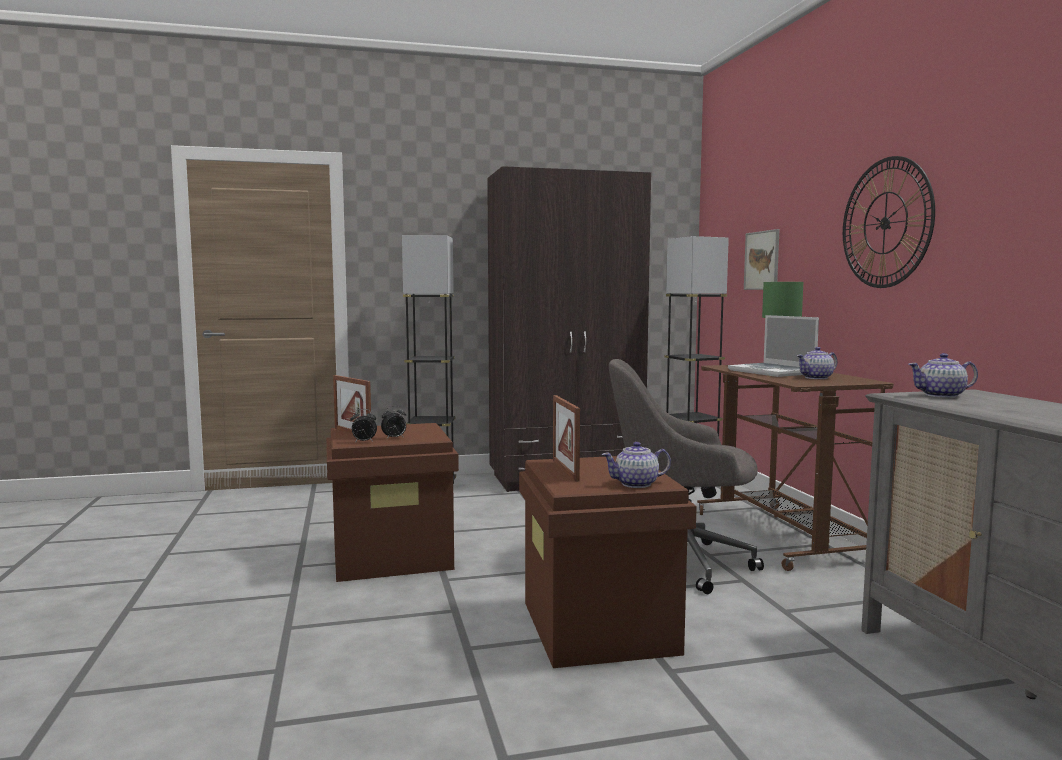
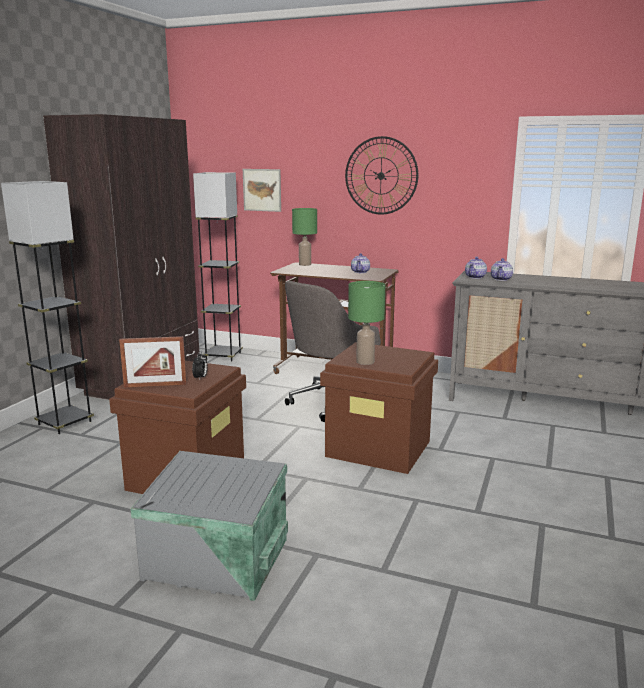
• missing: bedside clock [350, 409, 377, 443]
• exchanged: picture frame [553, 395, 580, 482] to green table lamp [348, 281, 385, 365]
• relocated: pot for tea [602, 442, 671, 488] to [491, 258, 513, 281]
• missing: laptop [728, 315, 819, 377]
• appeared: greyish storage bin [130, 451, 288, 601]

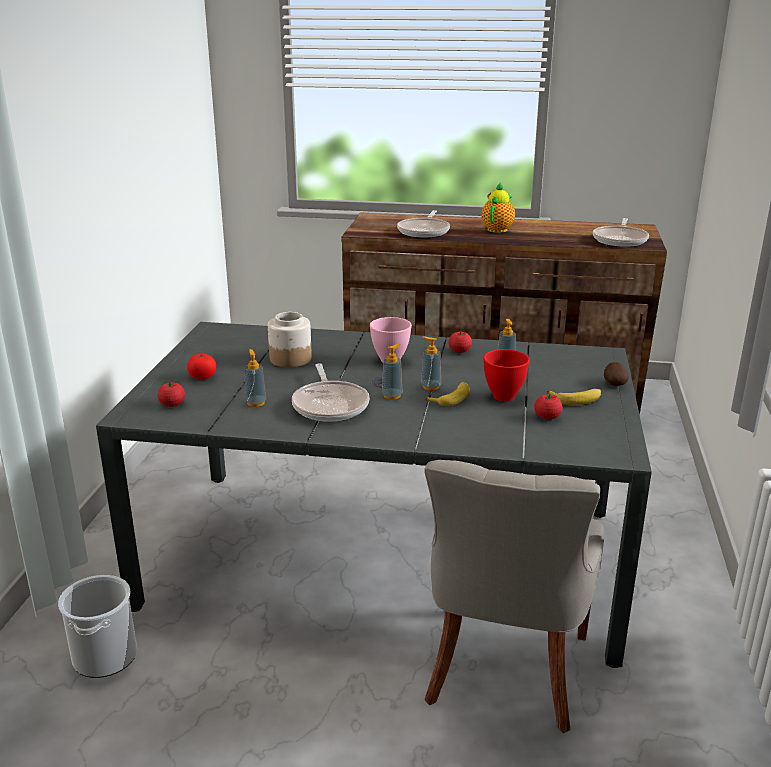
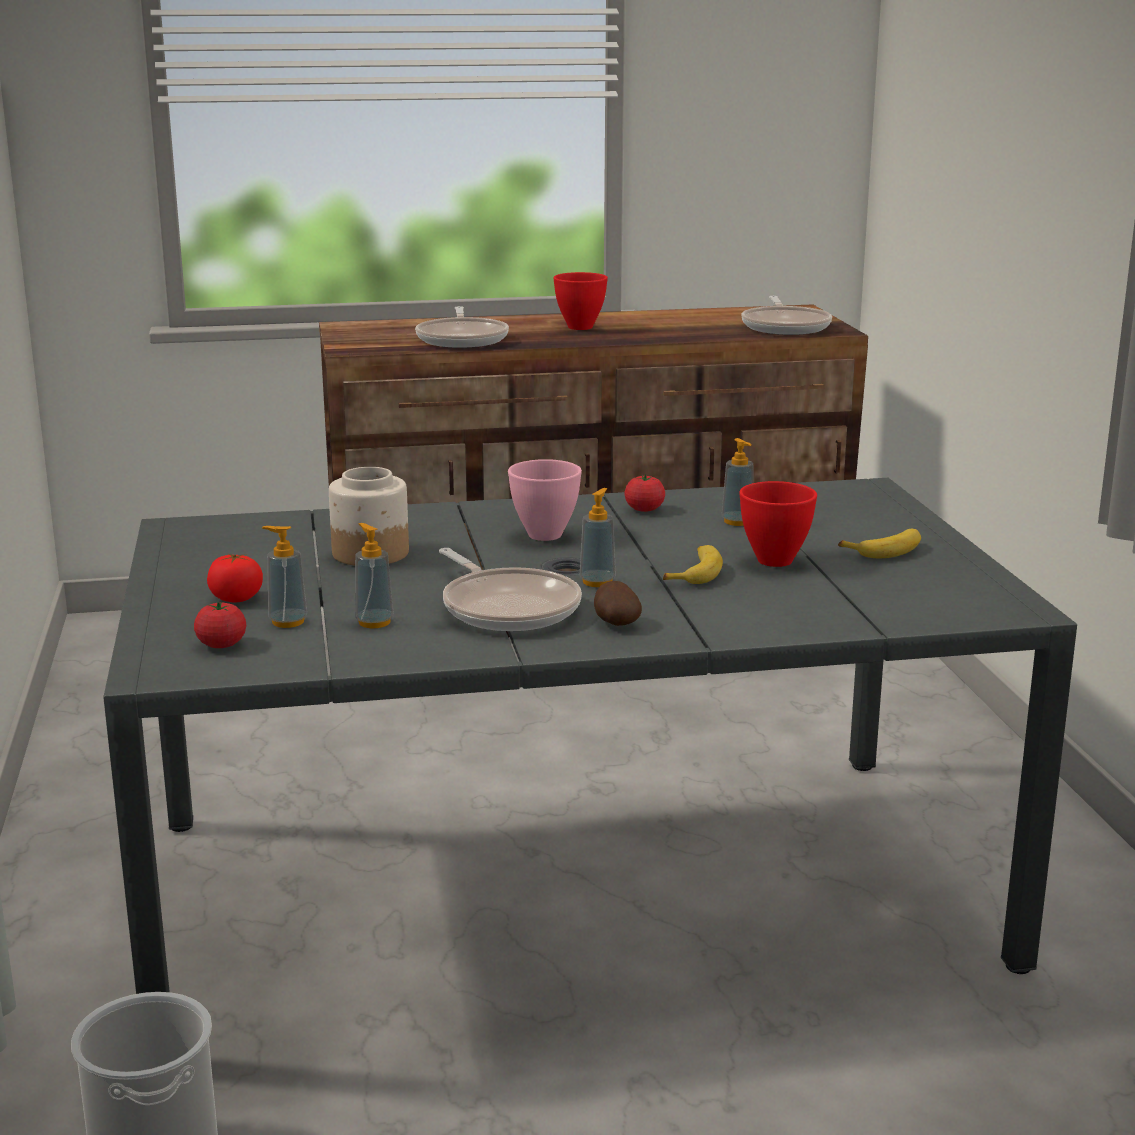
• relocated: liquid soap bottle [421, 336, 441, 390] to [262, 526, 307, 628]
• missing: greyish chair [425, 460, 604, 733]
• exchanged: pot for tea [481, 182, 515, 233] to red bowl [553, 272, 608, 330]
• missing: fresh tomato [534, 394, 563, 420]
• relocated: whole potato [604, 362, 629, 386] to [594, 581, 642, 626]

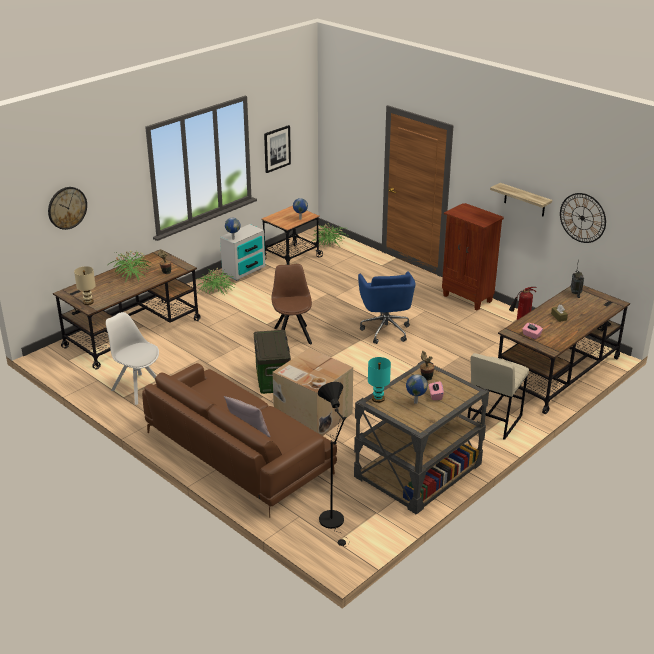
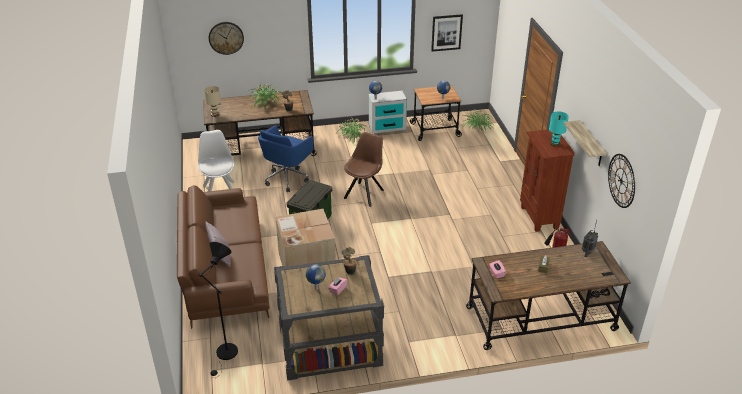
• relocated: bluish desk chair [358, 271, 415, 344] to [258, 125, 313, 192]
• relocated: turquoise table lamp [368, 357, 391, 403] to [549, 111, 569, 147]
• missing: beige chair [468, 353, 529, 440]

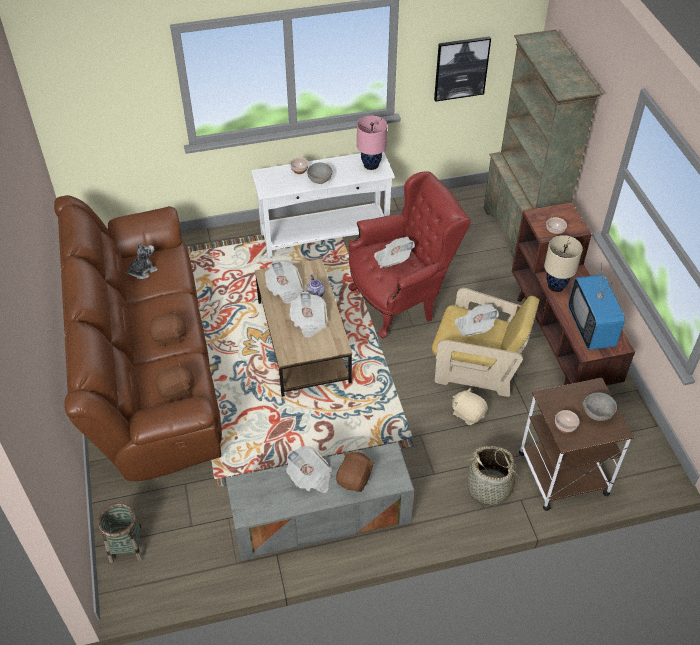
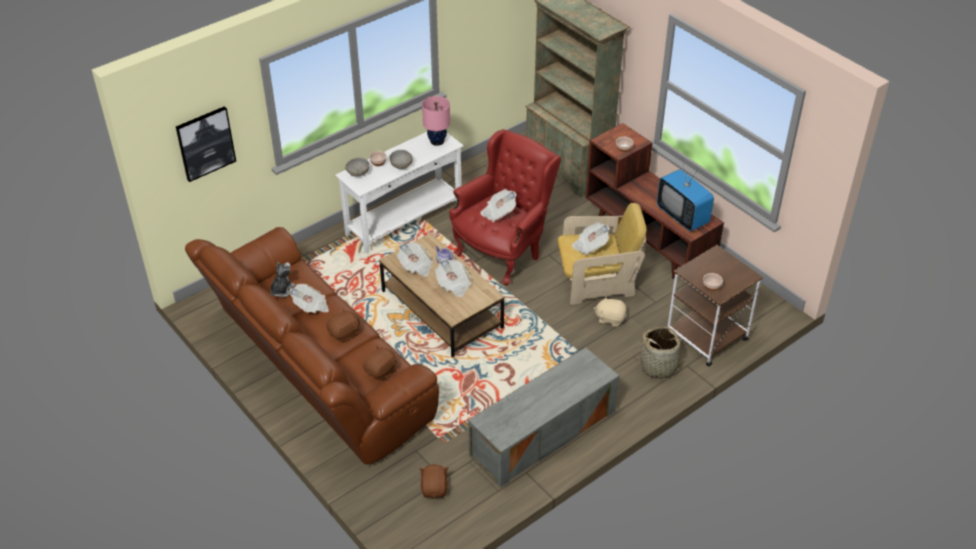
• missing: storage basket [98, 503, 145, 563]
• relocated: printed paper [286, 446, 332, 493] to [289, 284, 329, 313]
• relocated: brown plush toy [336, 452, 375, 492] to [419, 464, 449, 498]
• relocated: picture [434, 36, 491, 102] to [176, 106, 236, 182]
• missing: beige table lamp [544, 235, 583, 292]
• relocated: greyish bowl [582, 393, 617, 421] to [345, 158, 370, 177]

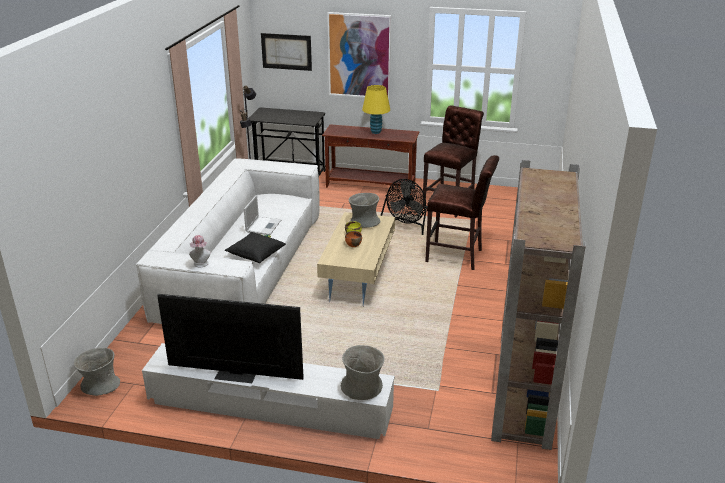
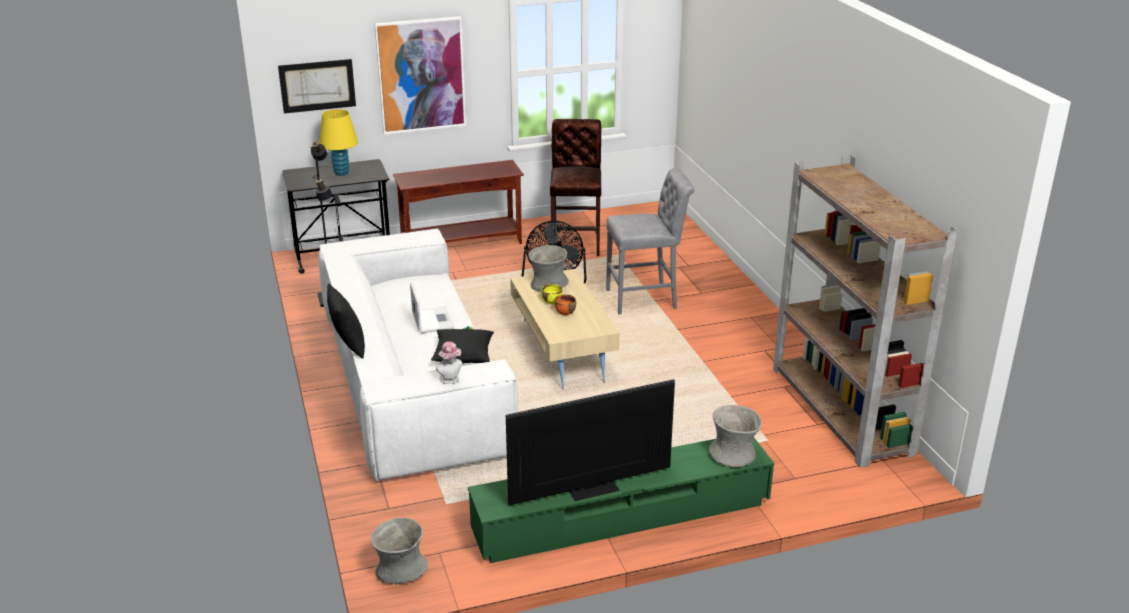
• colour: whitish tv unit [142, 343, 395, 439] to green tv unit [468, 438, 774, 563]
• relocated: yellow table lamp [362, 85, 390, 134] to [319, 109, 358, 176]
• colour: brown stool seat [425, 155, 499, 270] to greyish stool seat [606, 167, 695, 315]
• appeared: blackish throw pillow [327, 284, 365, 359]

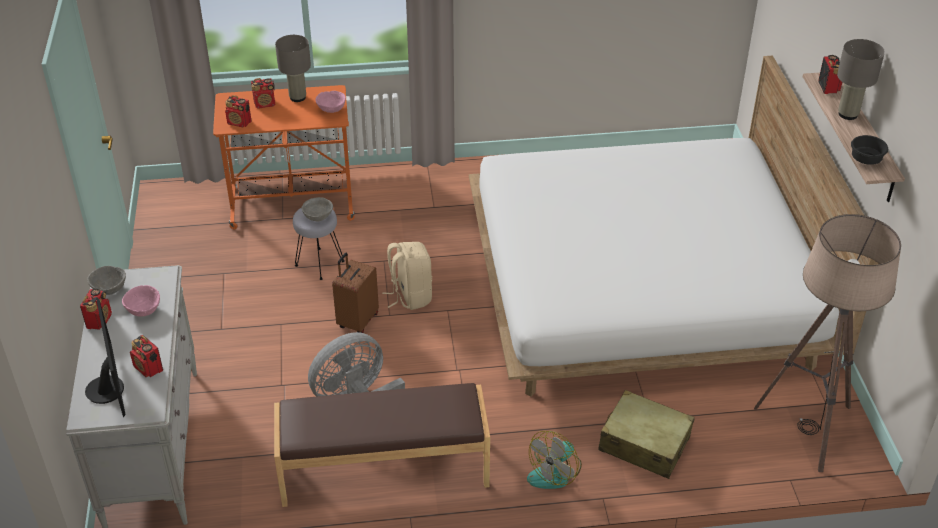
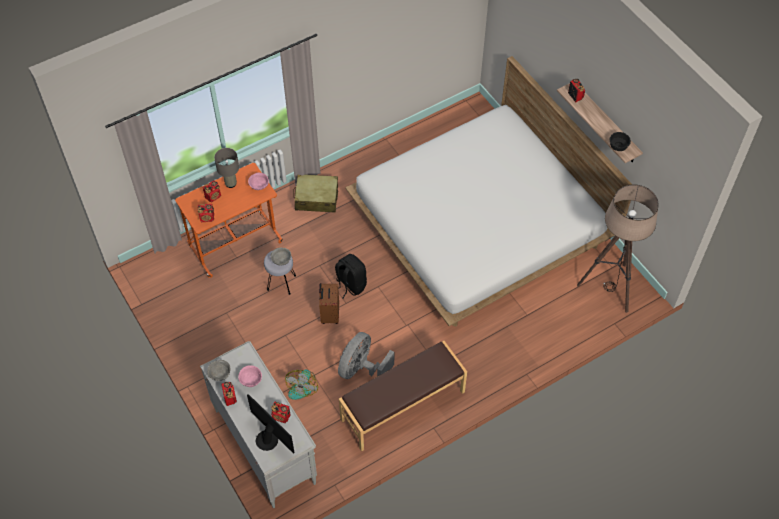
• colour: beige knapsack [382, 242, 432, 310] to blackish knapsack [335, 254, 367, 299]
• relocated: electric fan [527, 431, 582, 489] to [285, 369, 318, 400]
• relocated: beige suitcase [598, 390, 695, 479] to [293, 174, 338, 213]
• missing: greyish table lamp [837, 39, 885, 120]

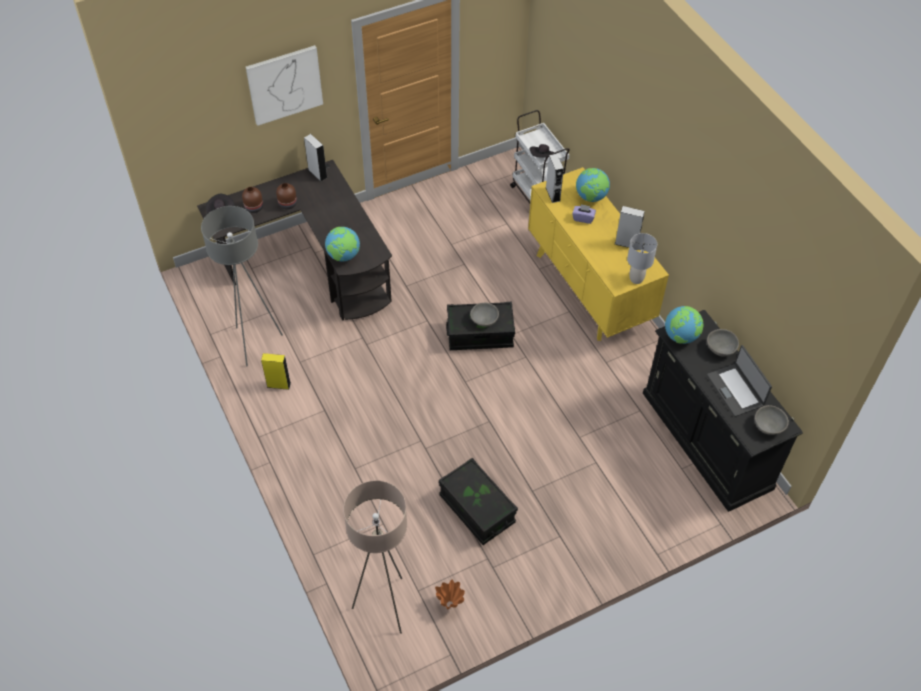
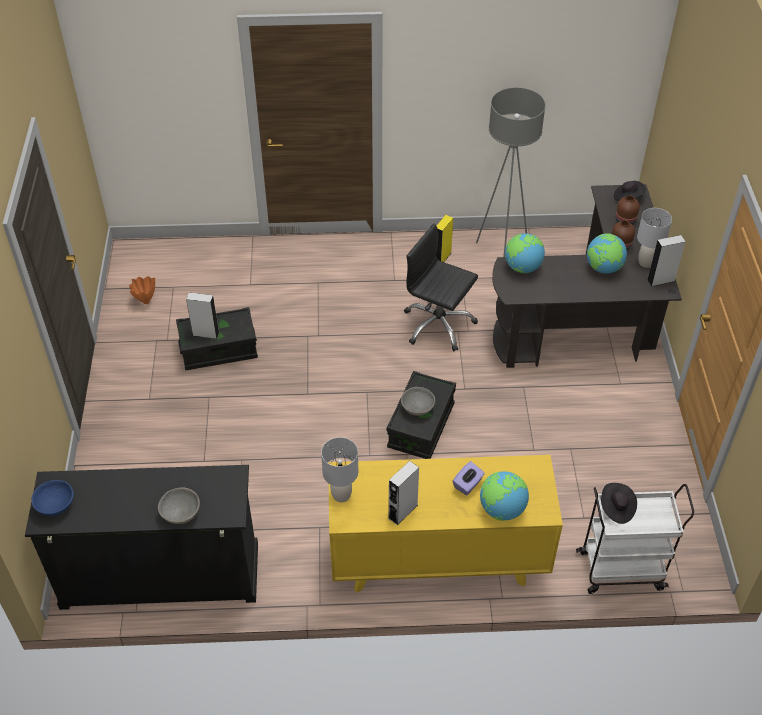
• missing: picture [246, 45, 323, 126]
• missing: beige floor lamp [343, 480, 407, 634]
• relocated: greyish speaker [546, 154, 564, 203] to [186, 292, 219, 339]
• relocated: desk globe [665, 306, 703, 344] to [587, 233, 627, 274]
• missing: laptop [707, 345, 772, 417]
• colour: greyish bowl [755, 405, 789, 435] to bluish bowl [31, 480, 74, 516]
• appeared: blackish desk chair [404, 223, 478, 351]
• appeared: greyish table lamp [637, 208, 672, 268]

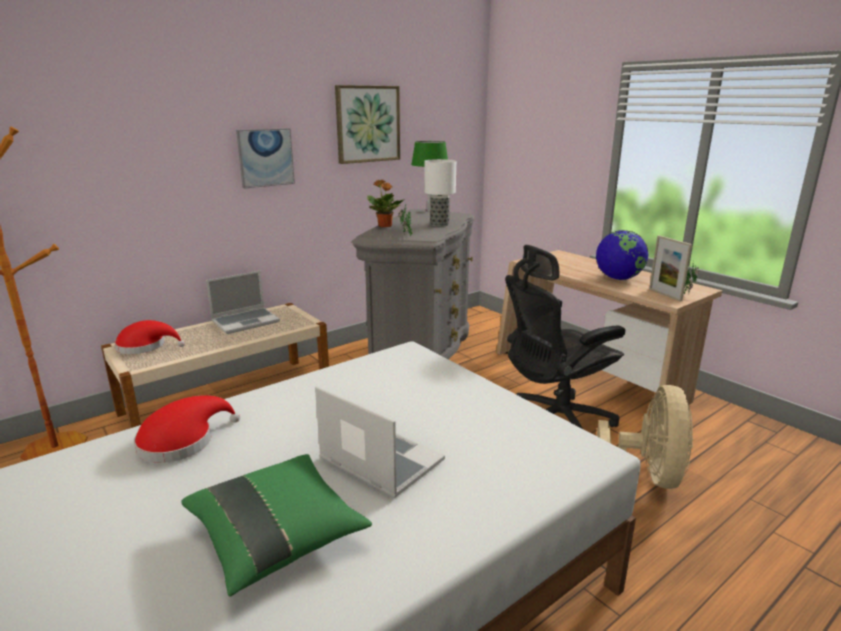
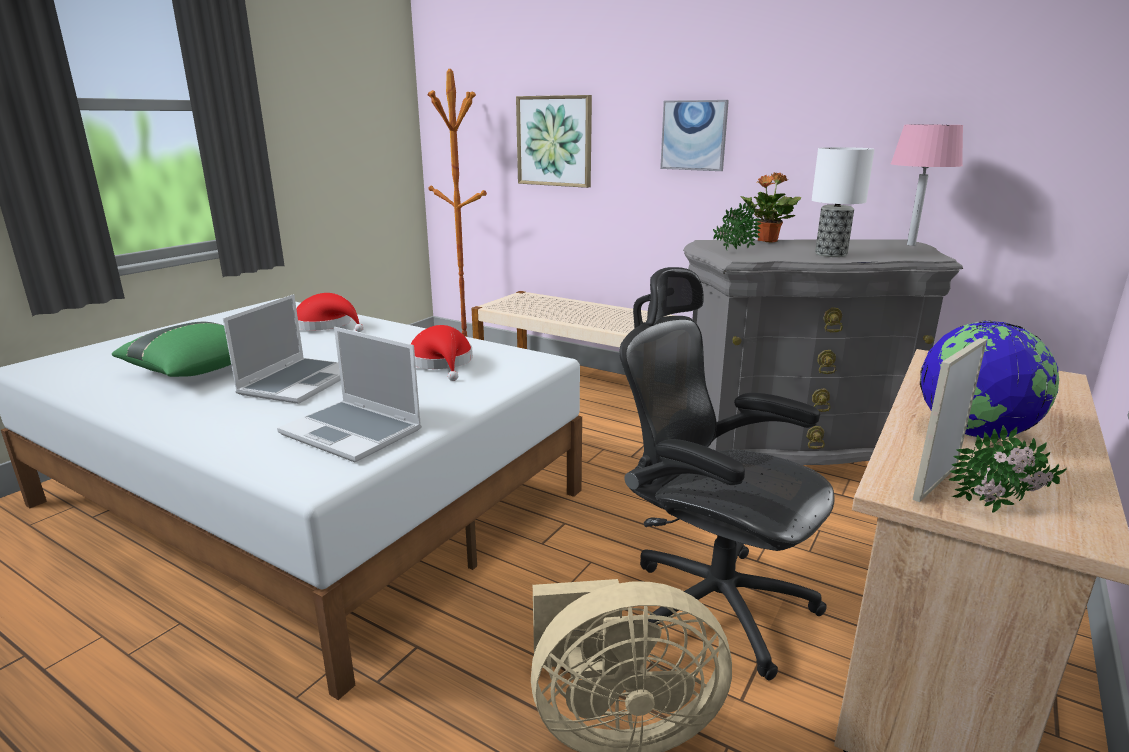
• relocated: red clothing hat [114, 320, 185, 354] to [411, 325, 473, 381]
• relocated: laptop [206, 271, 280, 334] to [277, 327, 422, 462]
• relocated: picture [335, 85, 400, 164] to [516, 95, 592, 188]
• colour: green table lamp [411, 141, 448, 212] to pink table lamp [890, 125, 963, 246]

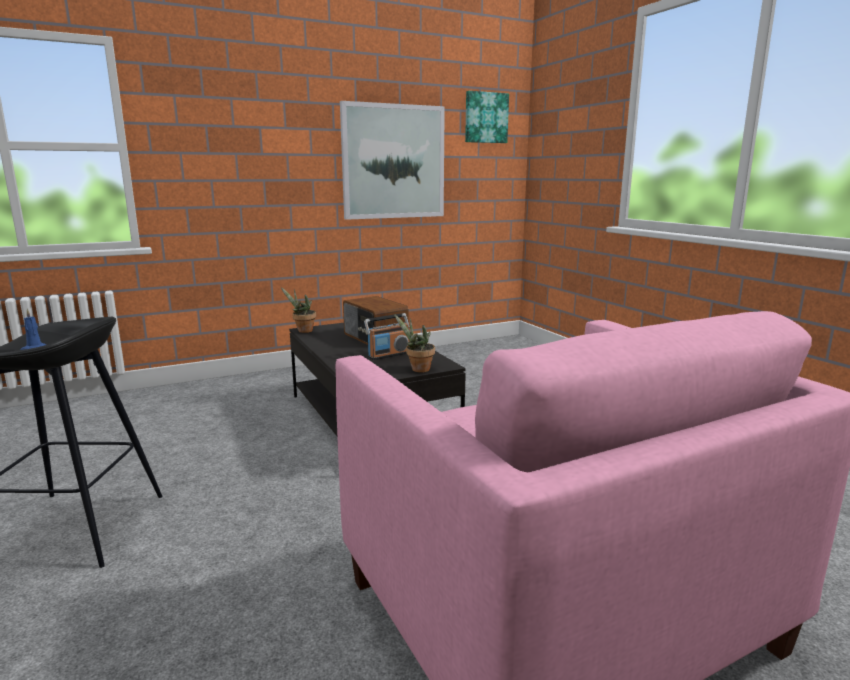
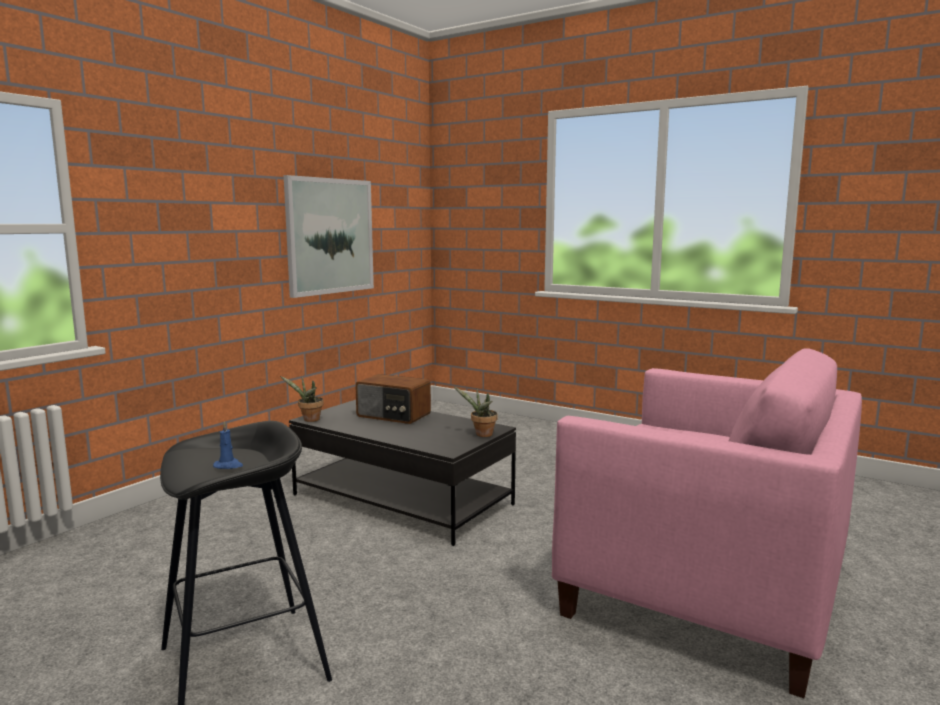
• missing: radio [364, 313, 411, 360]
• missing: picture [465, 91, 509, 143]

